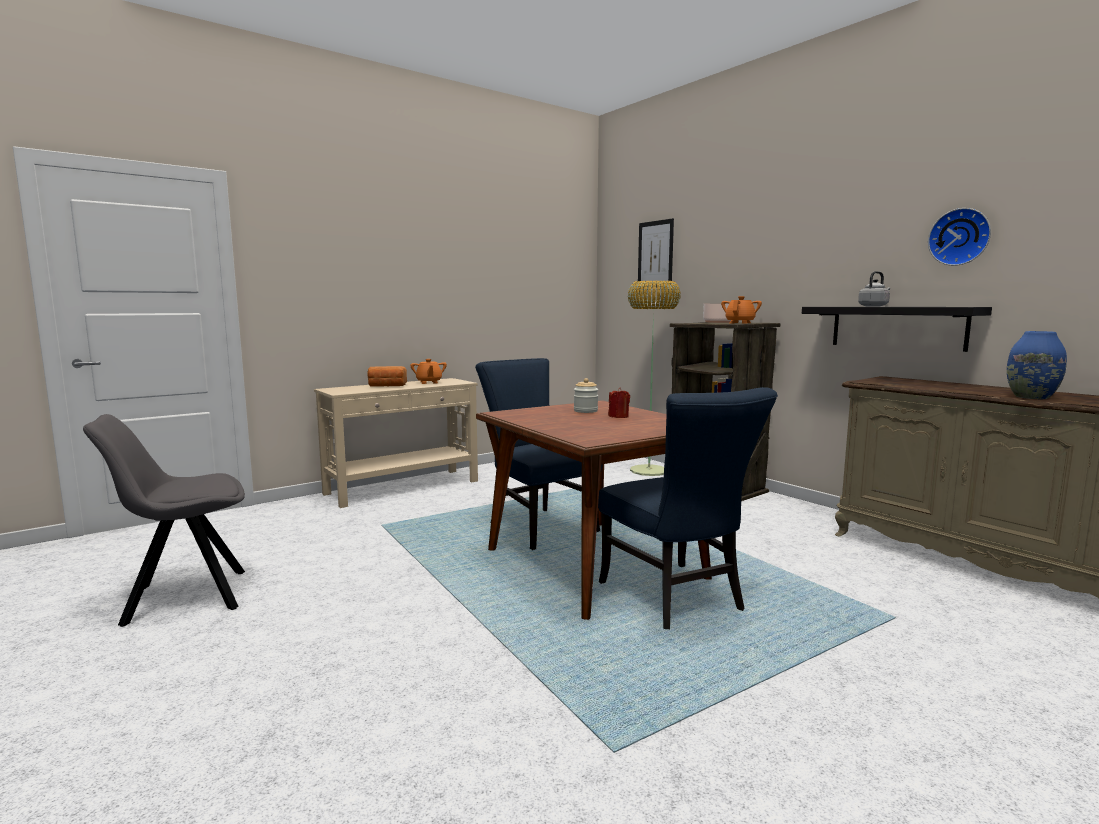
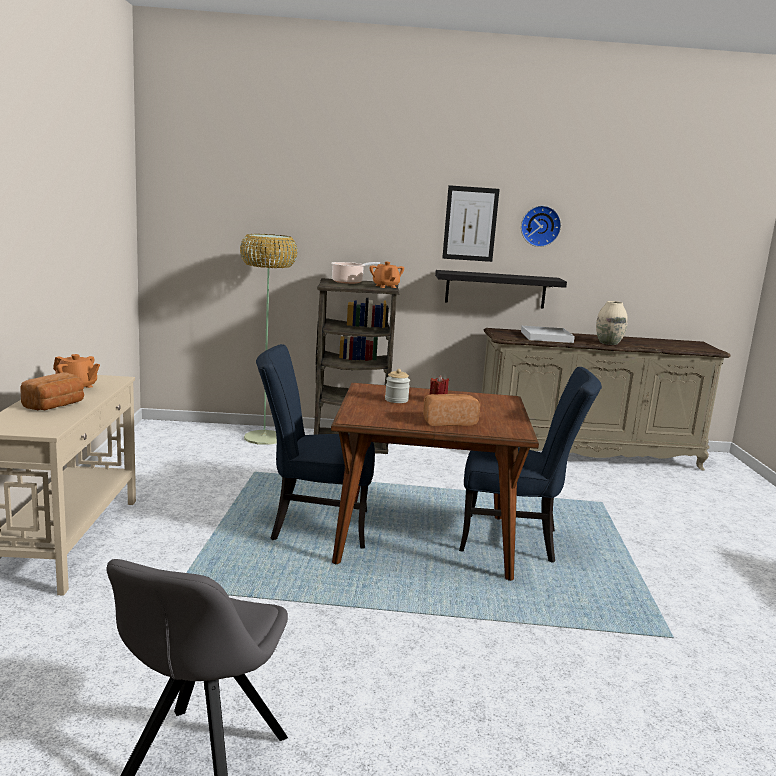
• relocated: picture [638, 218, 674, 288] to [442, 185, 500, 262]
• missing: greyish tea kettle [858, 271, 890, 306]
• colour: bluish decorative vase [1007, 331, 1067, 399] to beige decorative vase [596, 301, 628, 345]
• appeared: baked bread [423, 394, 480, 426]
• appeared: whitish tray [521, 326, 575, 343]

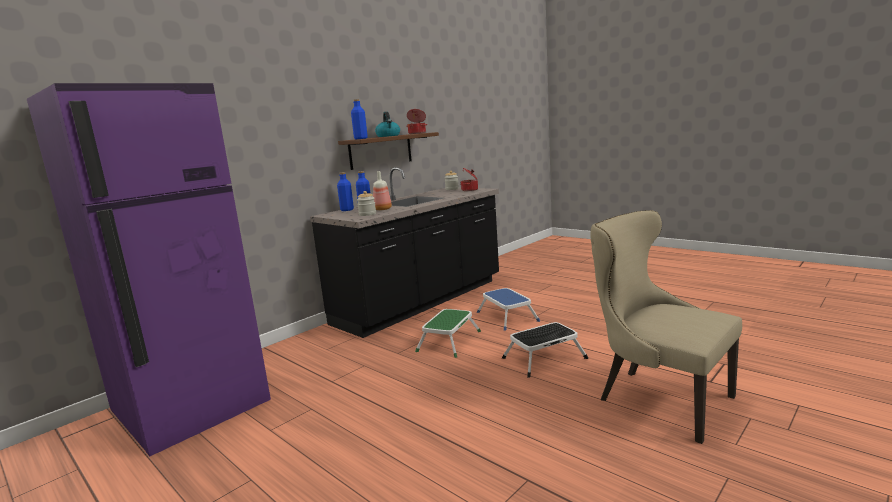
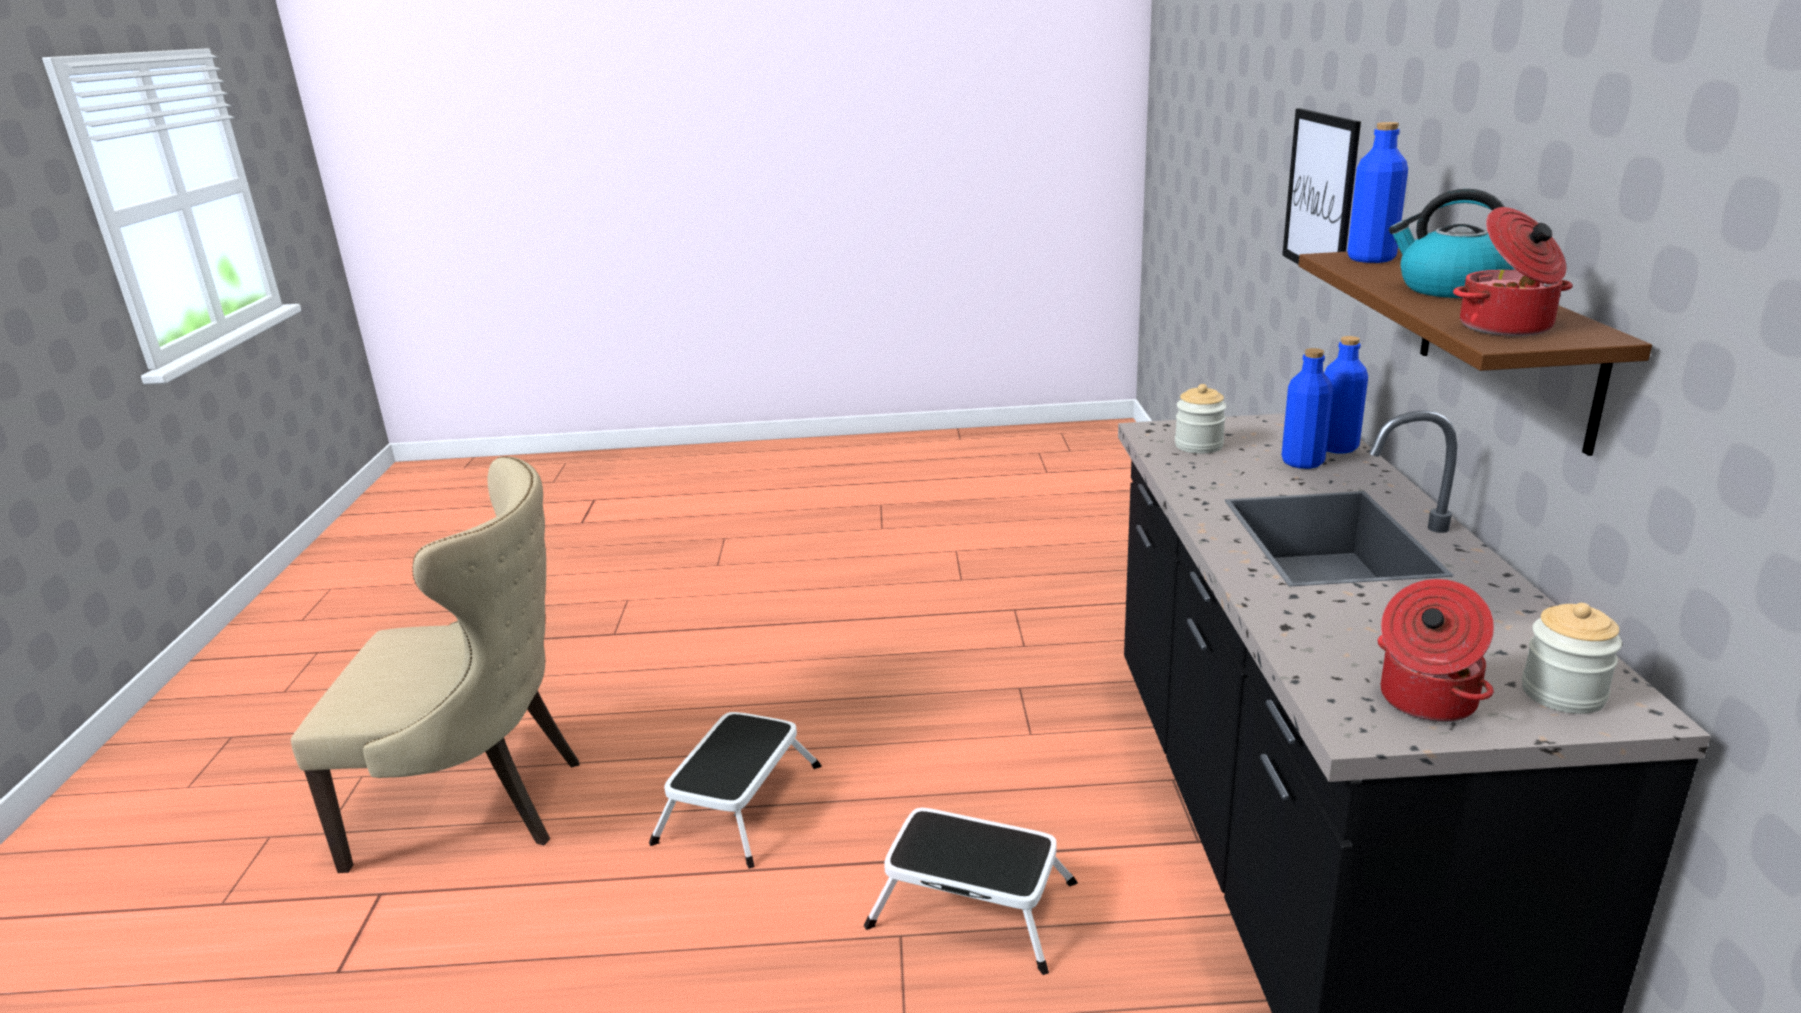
• missing: purple refrigerator [27, 83, 271, 456]
• missing: drink bottle [373, 171, 392, 210]
• missing: green step stool [415, 309, 481, 358]
• colour: bluish step stool [477, 288, 540, 331] to blackish step stool [864, 808, 1078, 975]
• appeared: picture [1282, 108, 1361, 265]

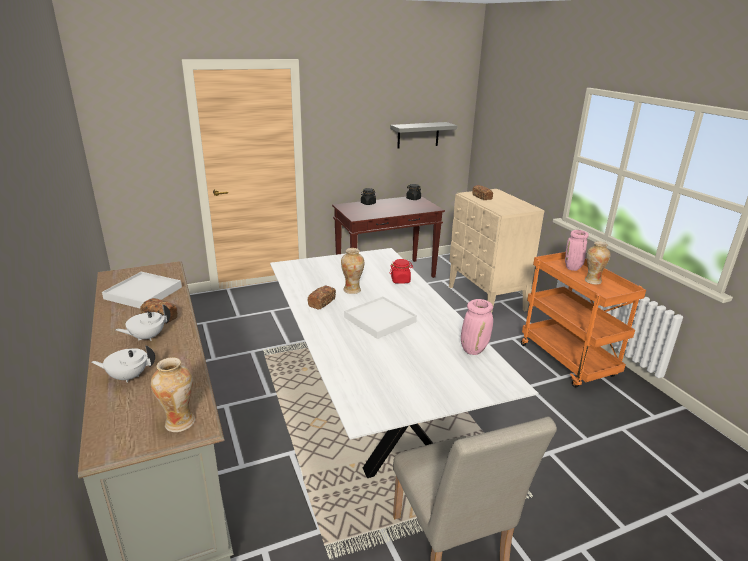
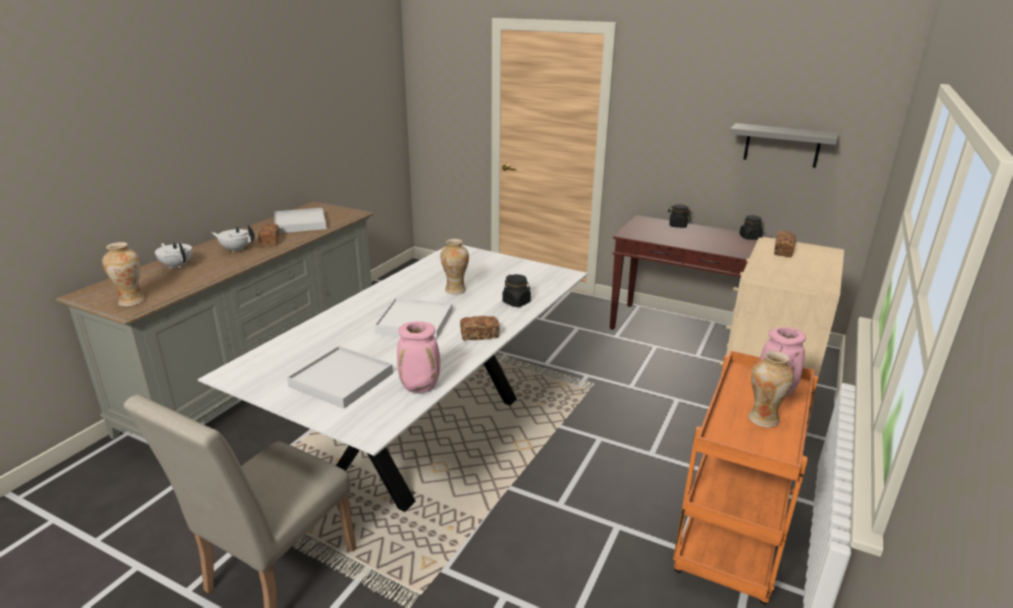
• relocated: baked bread [308, 285, 336, 310] to [460, 316, 500, 341]
• colour: red storage jar [390, 259, 413, 284] to blackish storage jar [502, 274, 531, 307]
• appeared: whitish tray [287, 346, 393, 409]

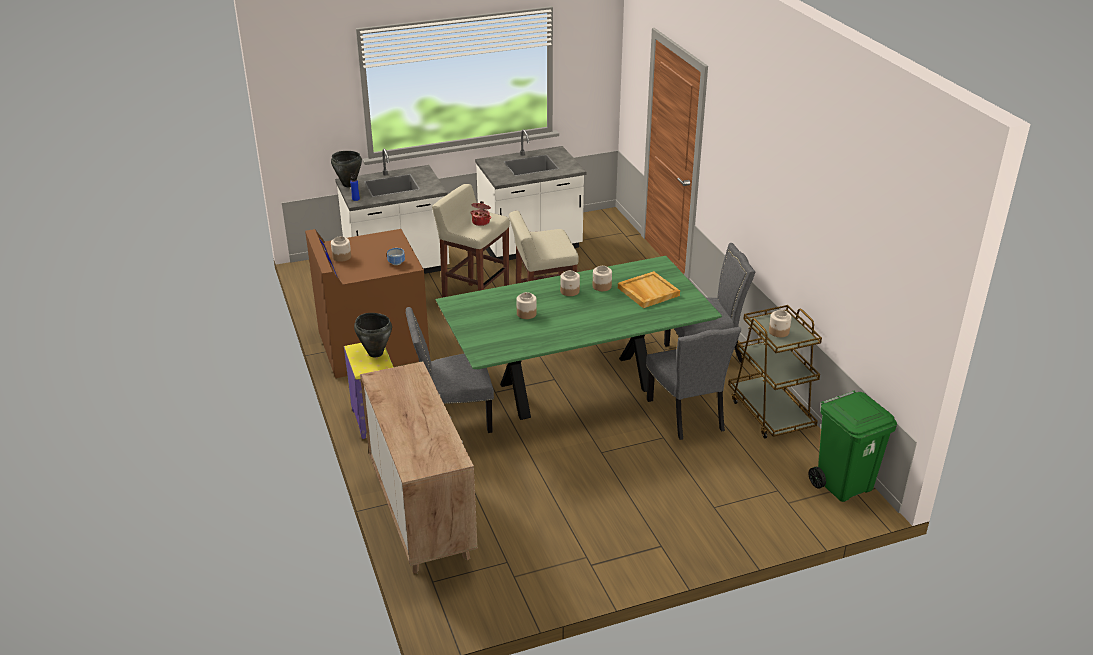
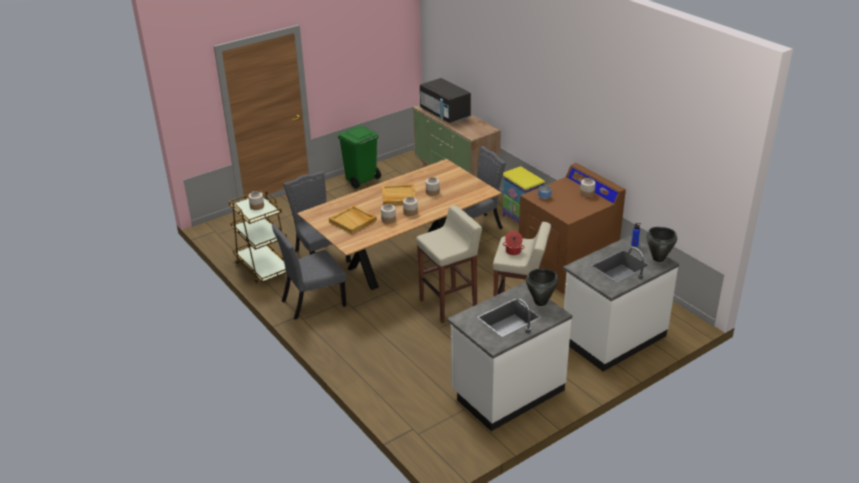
• relocated: blackish cooking pot [354, 313, 392, 358] to [526, 269, 558, 306]
• colour: green kitchen table [435, 256, 722, 420] to brown kitchen table [297, 159, 501, 290]
• relocated: green rubbish bin [809, 390, 897, 502] to [338, 126, 381, 189]
• appeared: beige tray [382, 184, 415, 205]
• appeared: blackish kitchen microwave [420, 78, 471, 123]

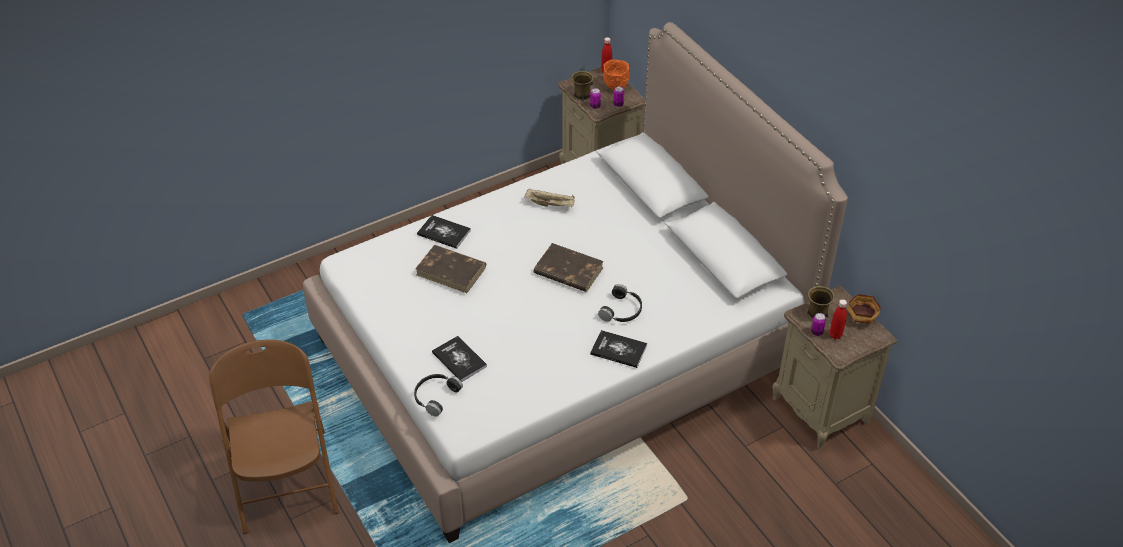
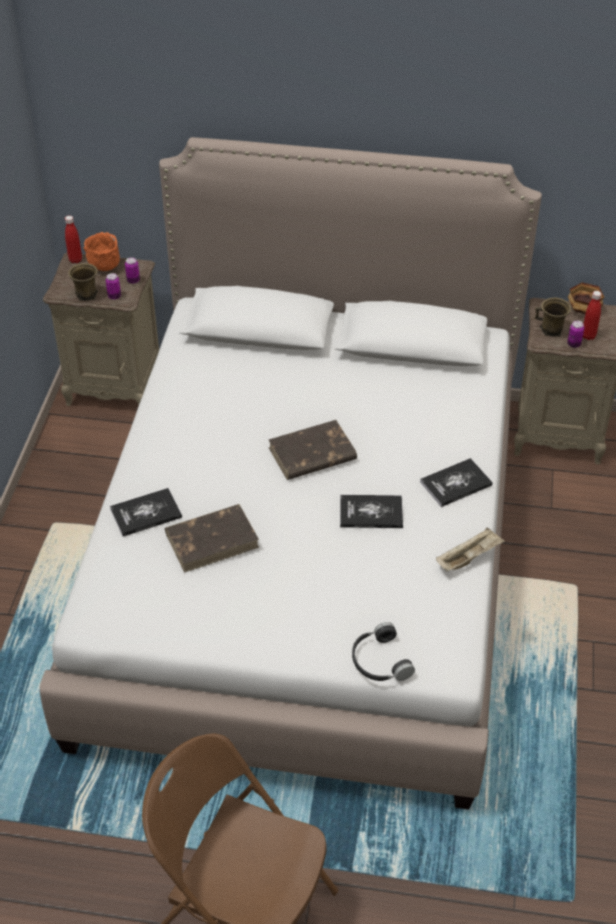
• relocated: book [432, 336, 487, 382] to [340, 495, 403, 528]
• relocated: beige tray [524, 189, 575, 207] to [436, 527, 505, 572]
• missing: blackish headset [598, 284, 642, 322]

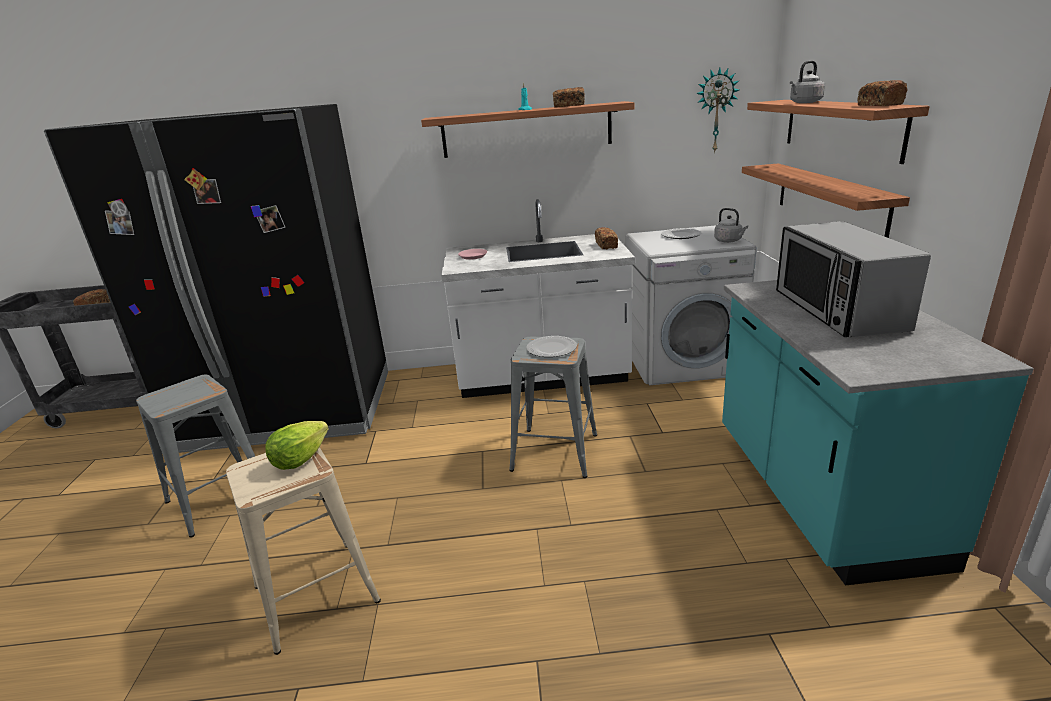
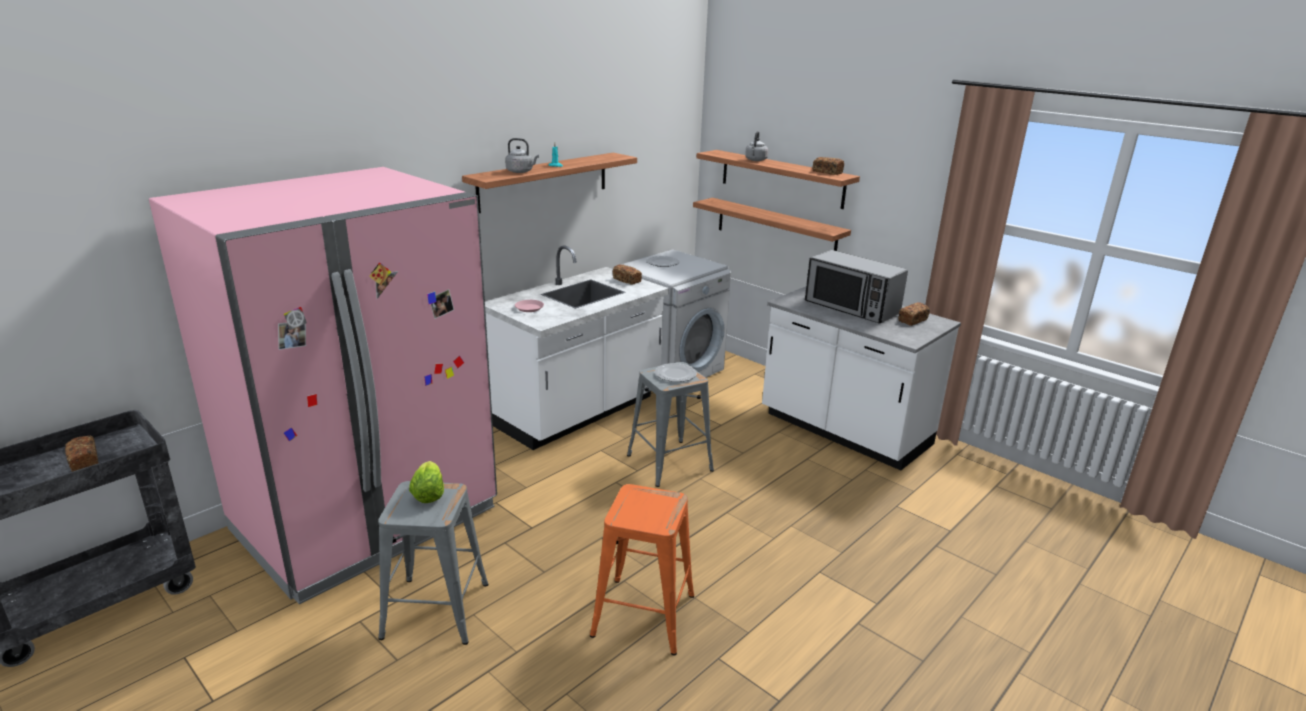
• colour: blackish refrigerator [44, 104, 388, 453] to pink refrigerator [149, 167, 497, 605]
• colour: beige stool seat [226, 447, 381, 655] to orange-coloured stool seat [590, 484, 694, 655]
• relocated: lettuce [265, 421, 329, 470] to [409, 461, 444, 503]
• relocated: baked bread [553, 87, 585, 107] to [898, 302, 930, 326]
• missing: wall clock [696, 67, 739, 153]
• relocated: greyish tea kettle [714, 208, 748, 243] to [505, 138, 539, 173]
• colour: turquoise kitchen counter [722, 280, 1034, 586] to whitish kitchen counter [762, 286, 961, 470]

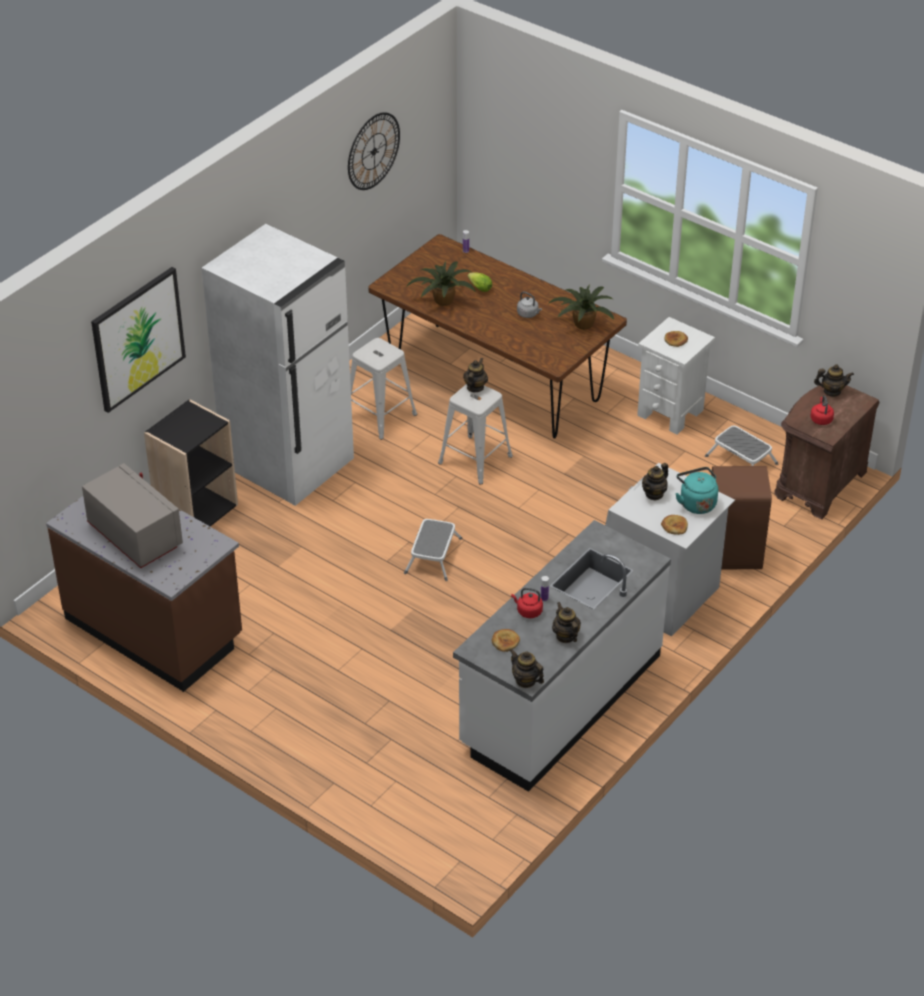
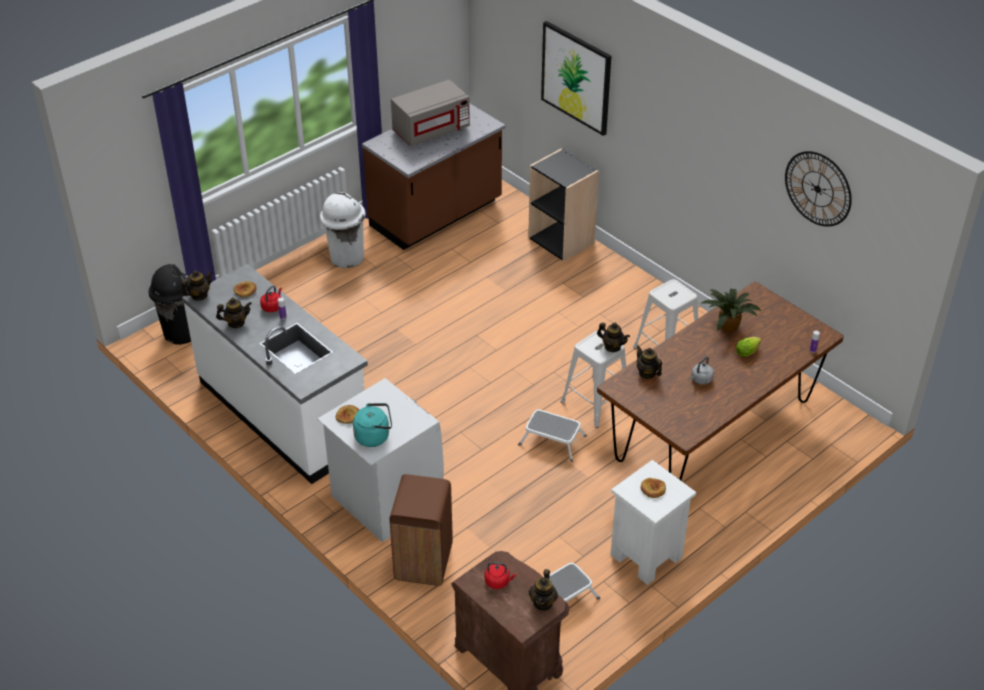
• missing: whitish refrigerator [202, 224, 354, 506]
• relocated: greyish step stool [404, 519, 463, 581] to [518, 409, 587, 463]
• missing: potted plant [548, 284, 614, 329]
• relocated: pot for tea [642, 463, 668, 500] to [637, 346, 662, 379]
• appeared: blackish rubbish bin [149, 264, 191, 345]
• appeared: whitish rubbish bin [320, 192, 366, 268]

